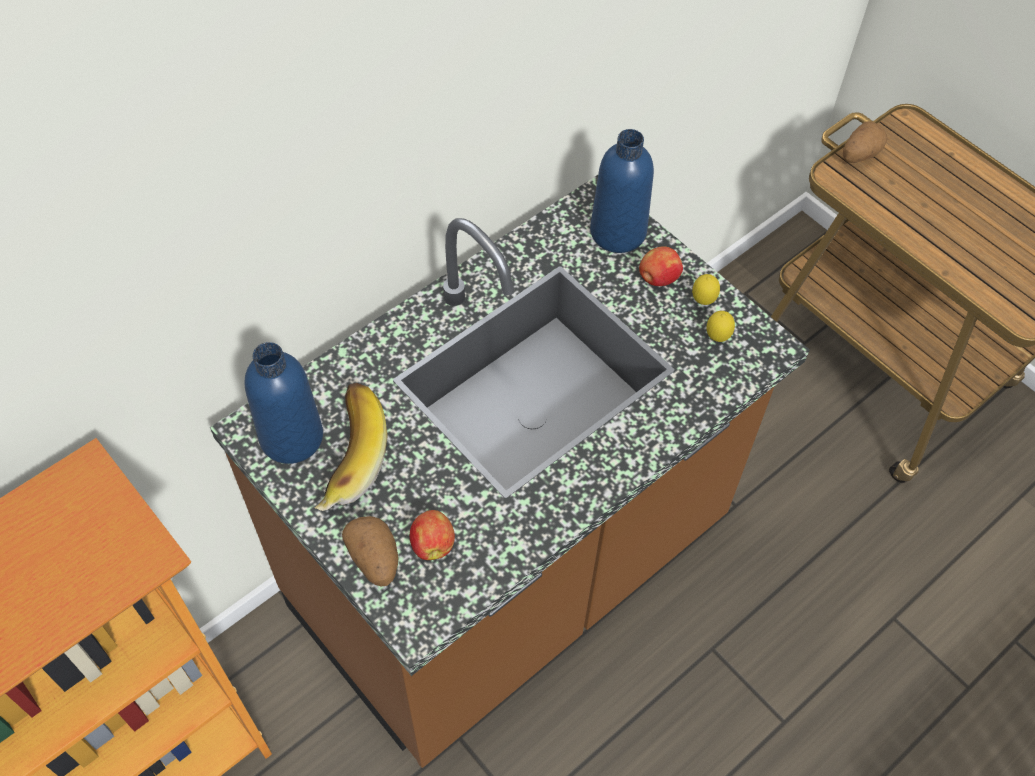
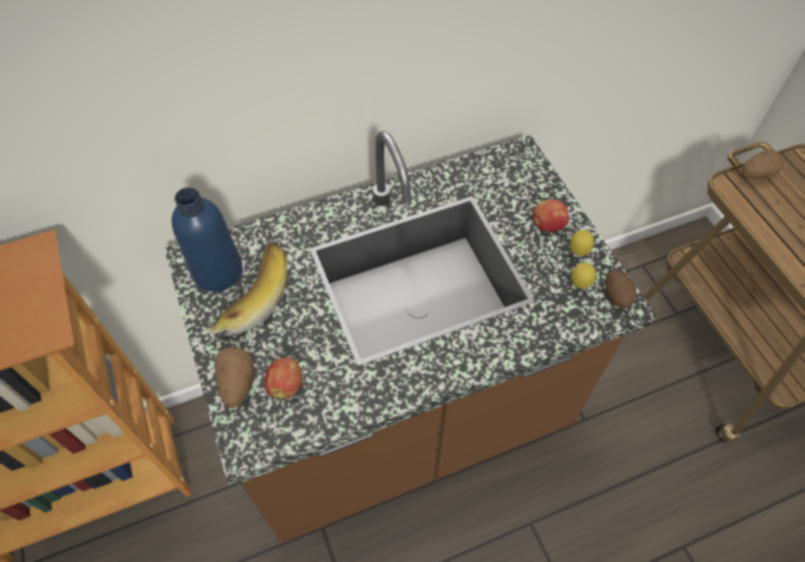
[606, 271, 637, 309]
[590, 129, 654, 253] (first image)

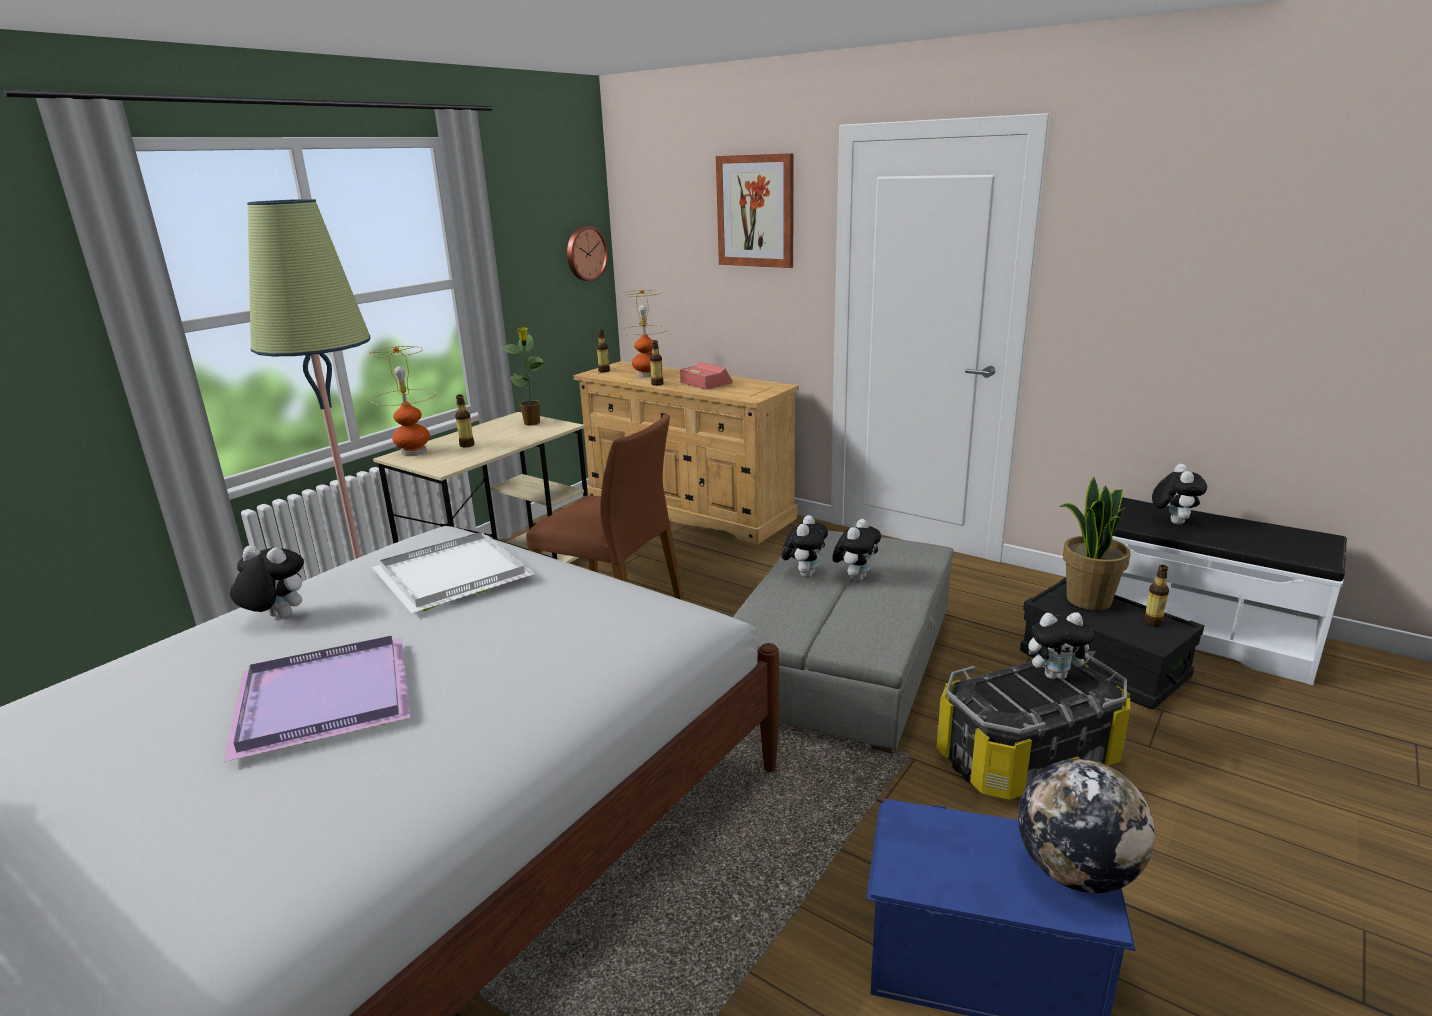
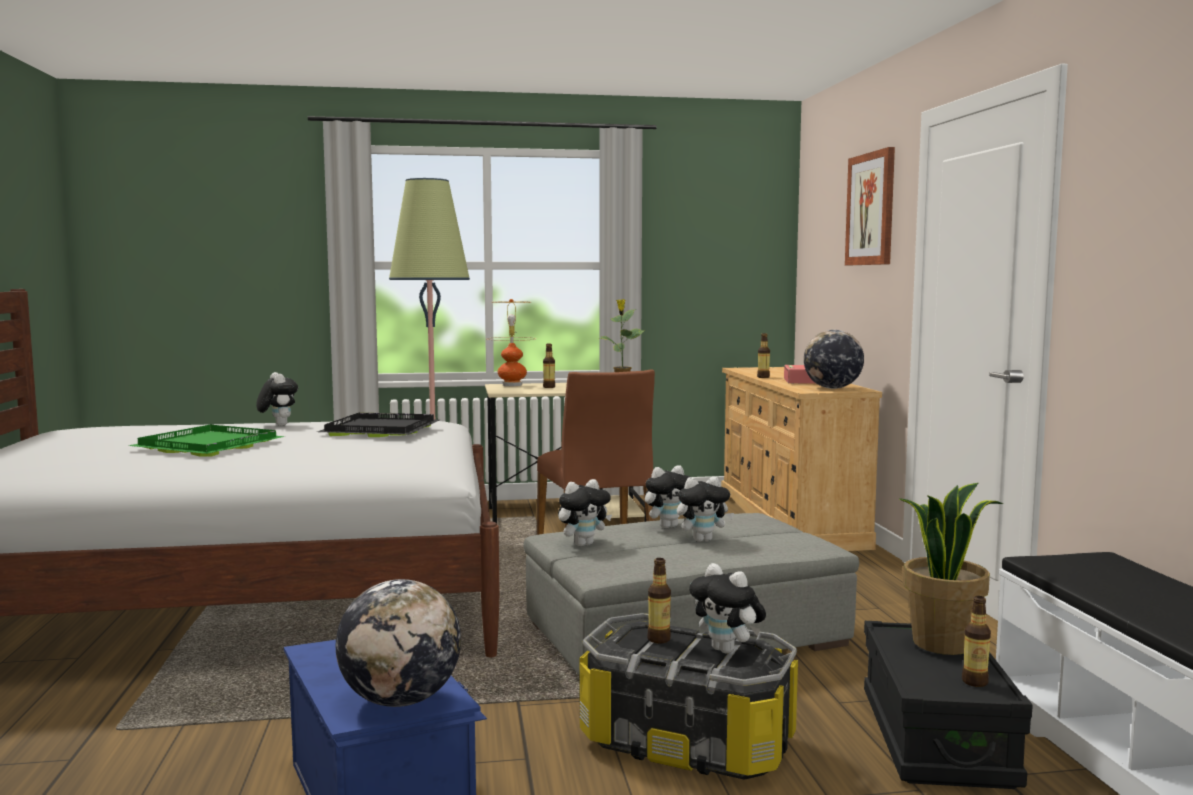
[128, 425, 285, 457]
[318, 413, 439, 437]
[558, 479, 612, 547]
[647, 558, 671, 644]
[804, 330, 864, 389]
[567, 226, 608, 281] (first image)
[620, 290, 669, 378] (first image)

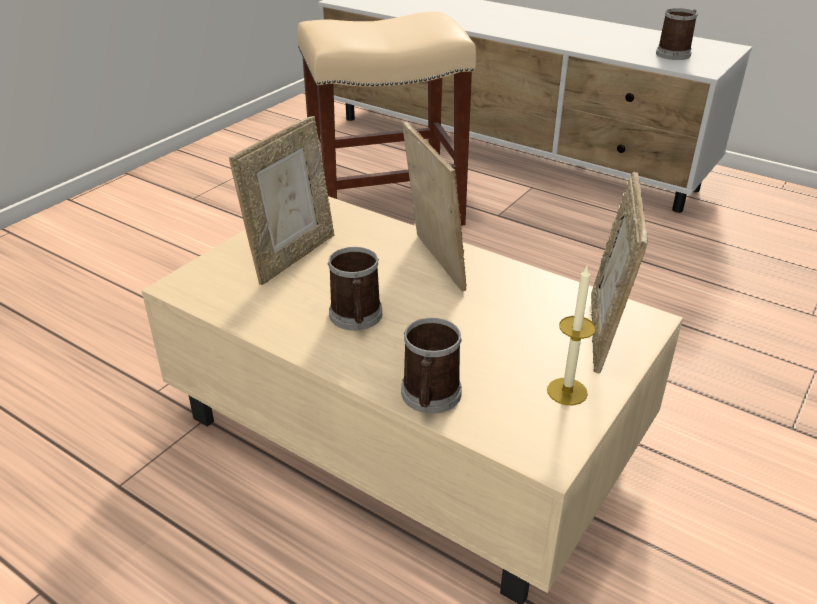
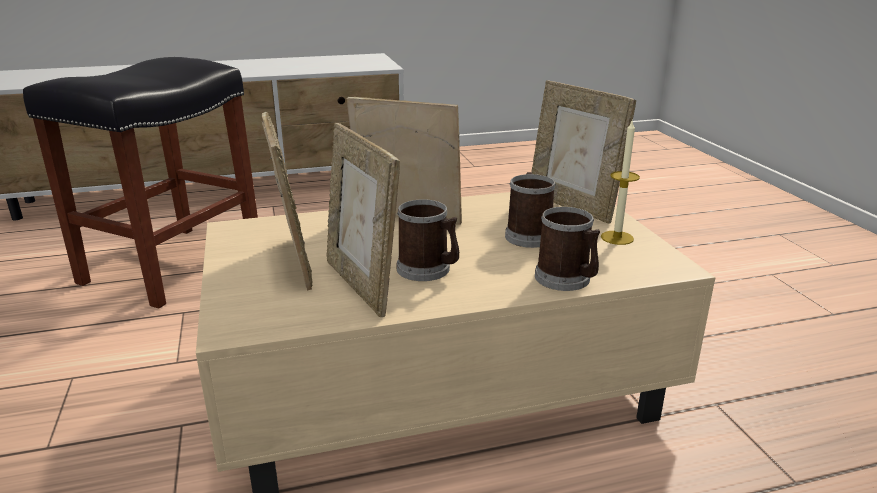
[23, 57, 258, 309]
[327, 123, 400, 317]
[505, 172, 556, 248]

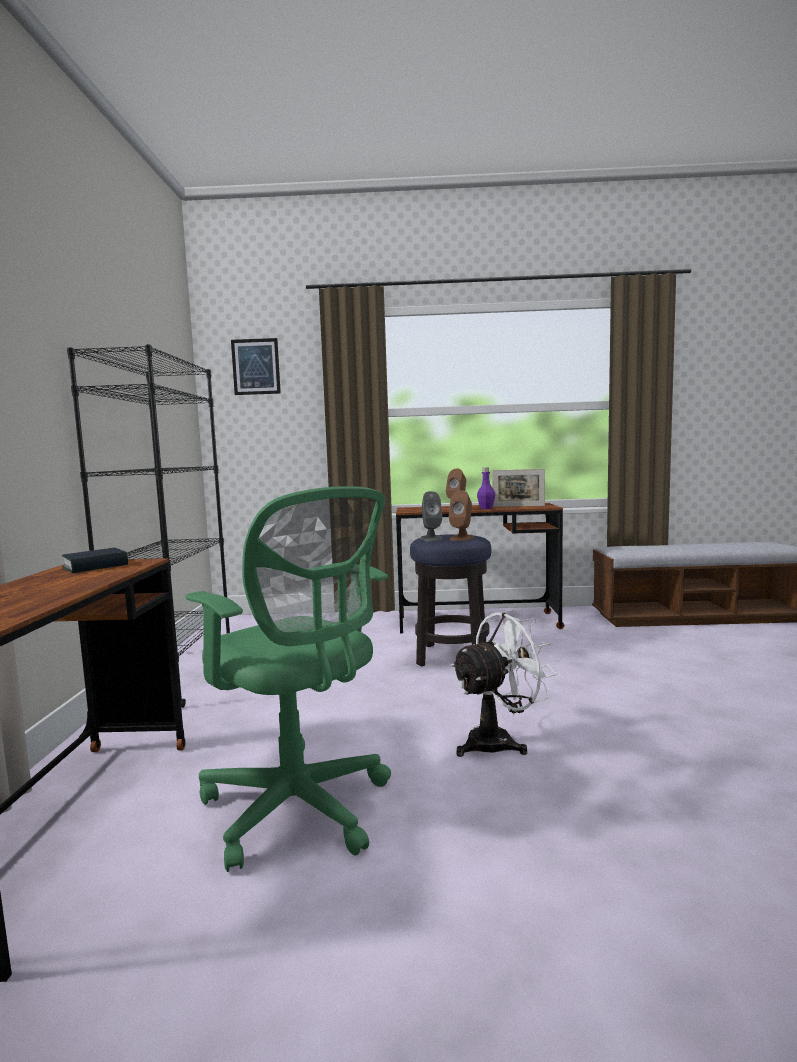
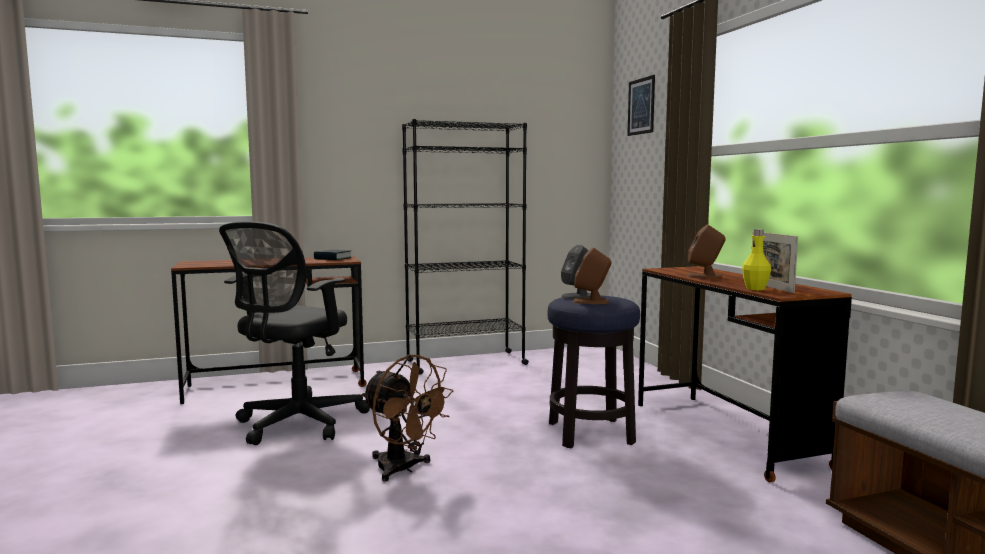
[219, 221, 370, 445]
[362, 354, 454, 481]
[742, 229, 771, 290]
[477, 468, 495, 509] (first image)

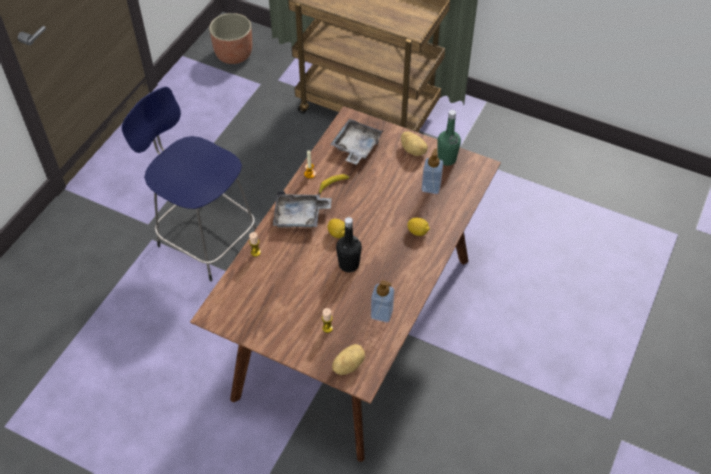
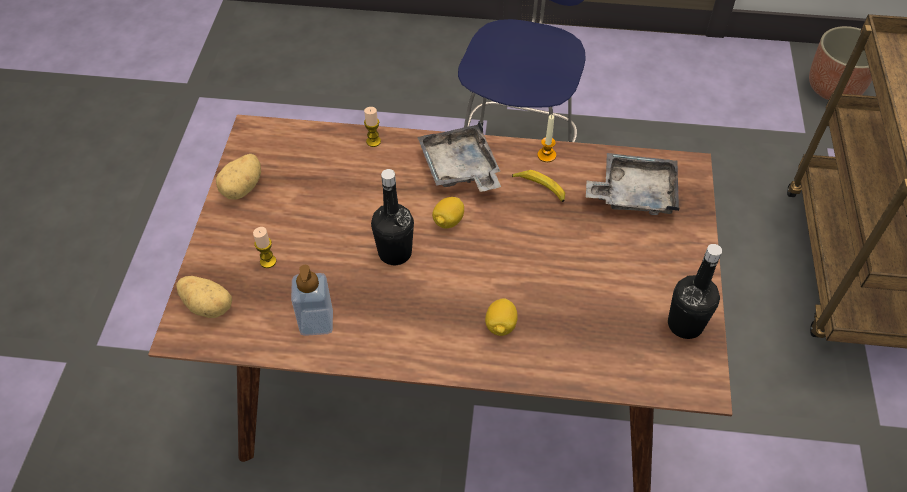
[216, 154, 261, 200]
[668, 244, 722, 339]
[422, 148, 443, 194] (first image)

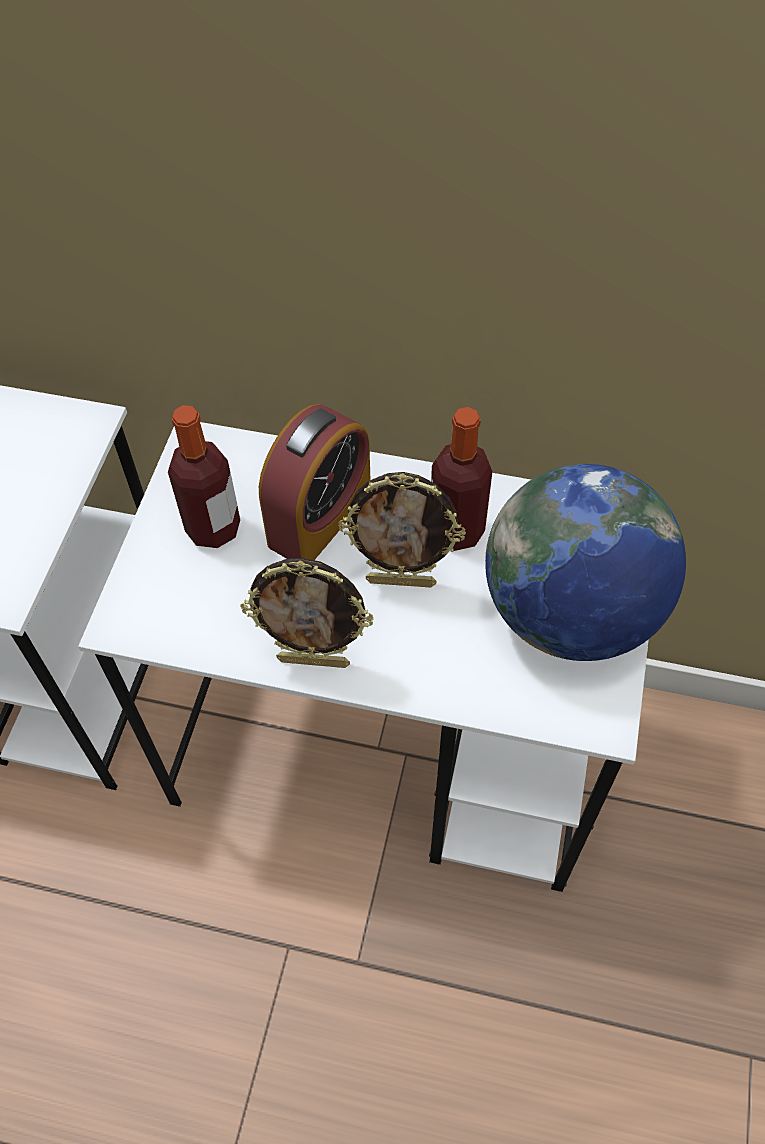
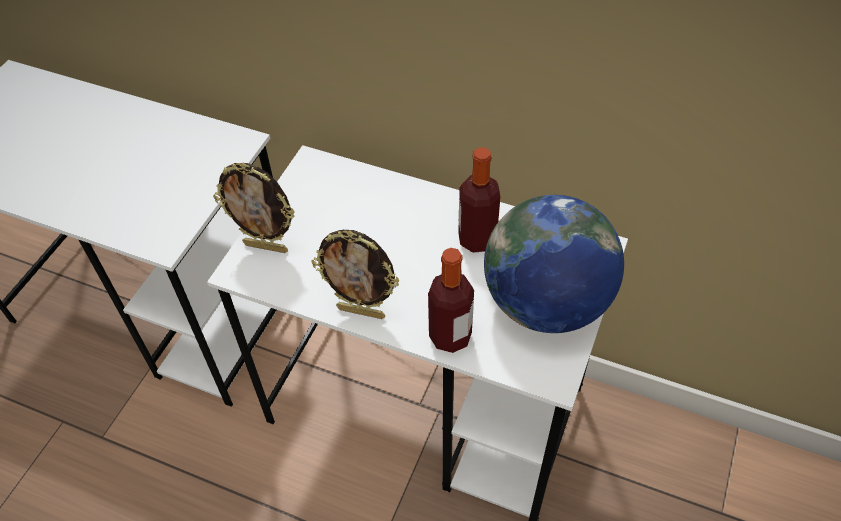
[213, 163, 295, 253]
[428, 248, 474, 353]
[259, 404, 370, 560] (first image)

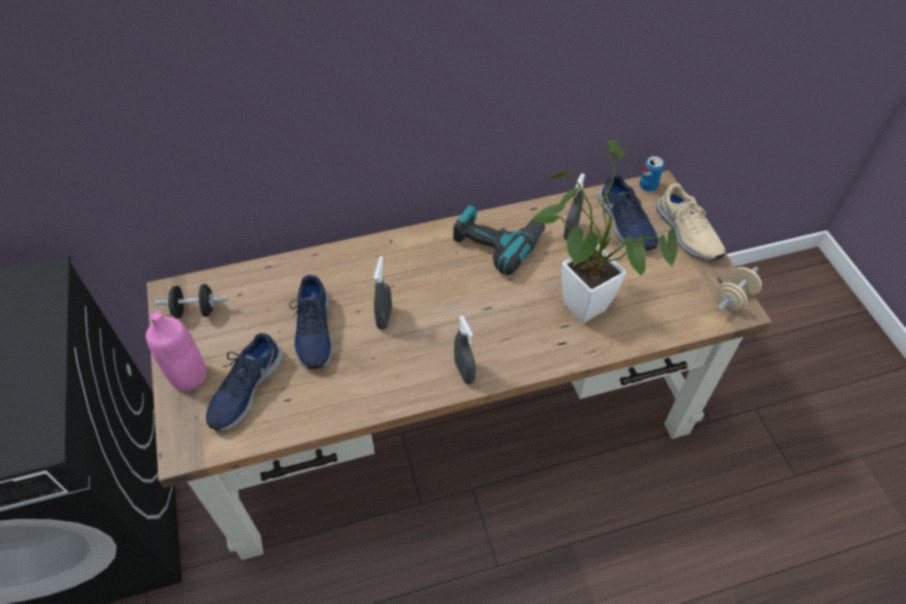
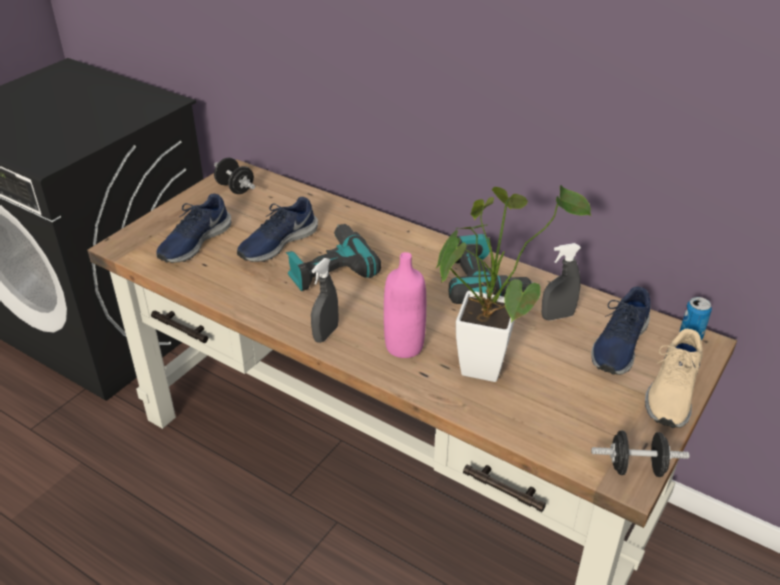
[156, 194, 232, 263]
[286, 224, 381, 291]
[384, 252, 426, 358]
[591, 430, 690, 477]

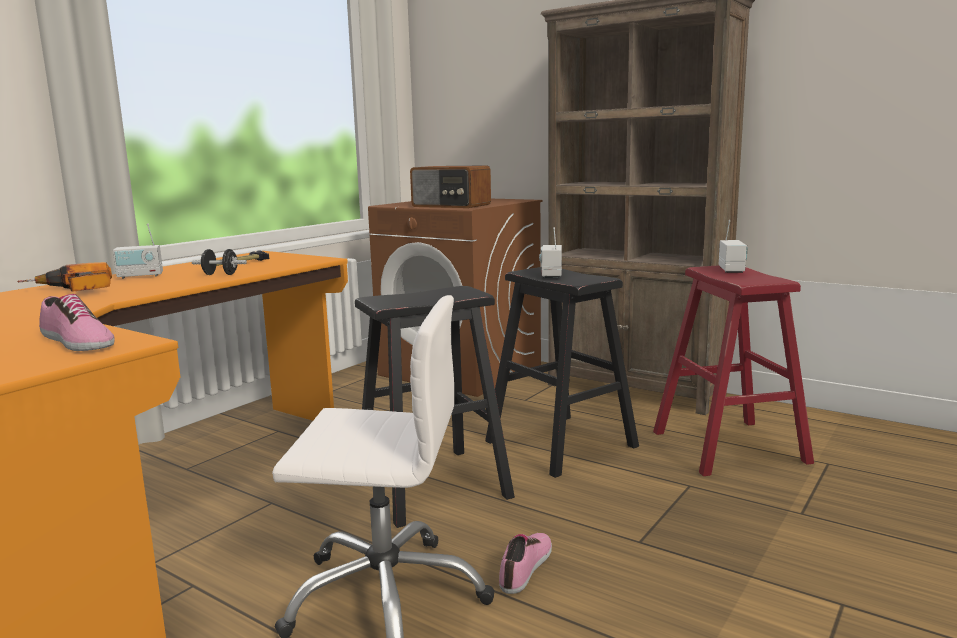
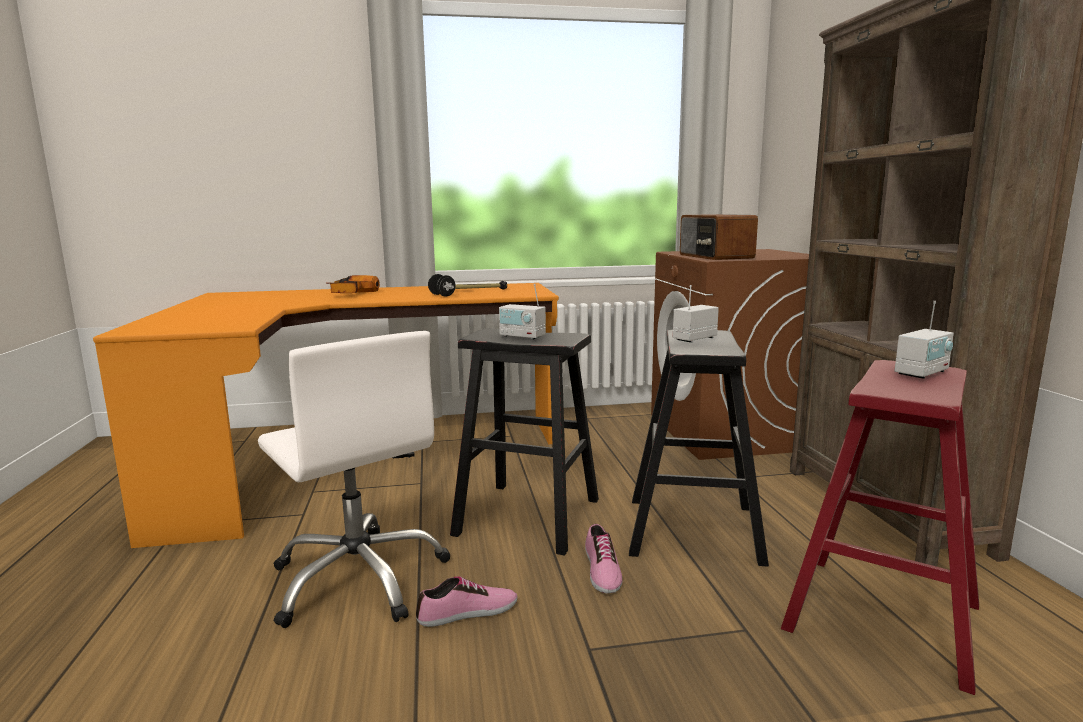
[499, 284, 546, 340]
[585, 524, 622, 594]

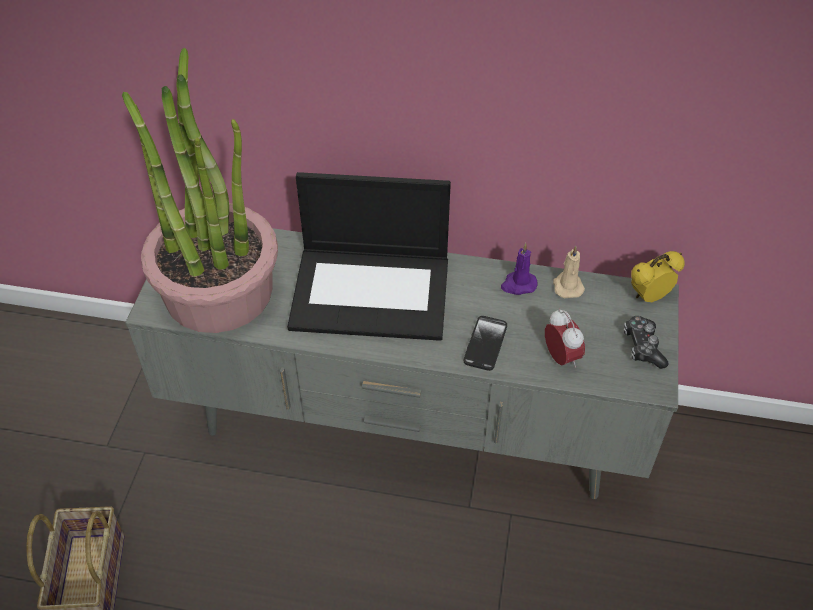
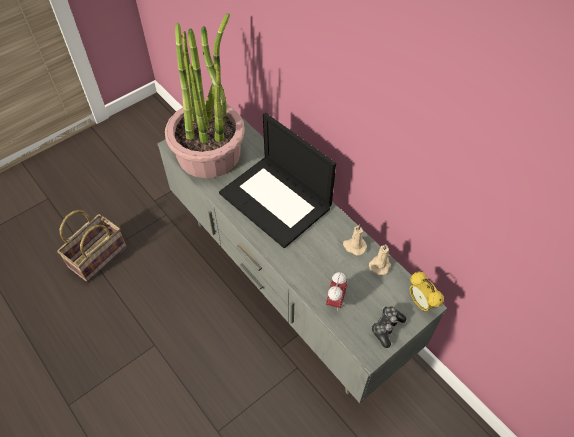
[343, 224, 367, 256]
[410, 272, 444, 311]
[464, 316, 507, 371] (first image)

